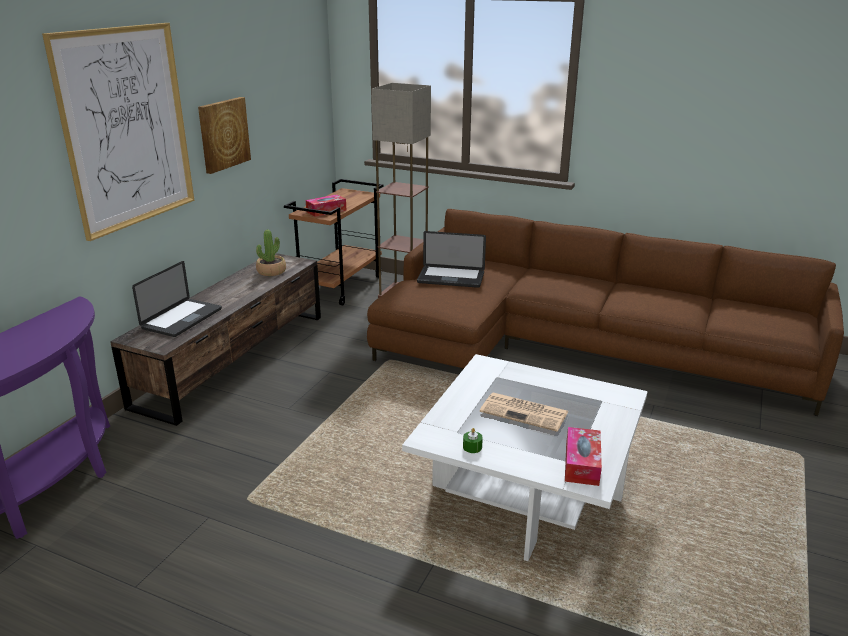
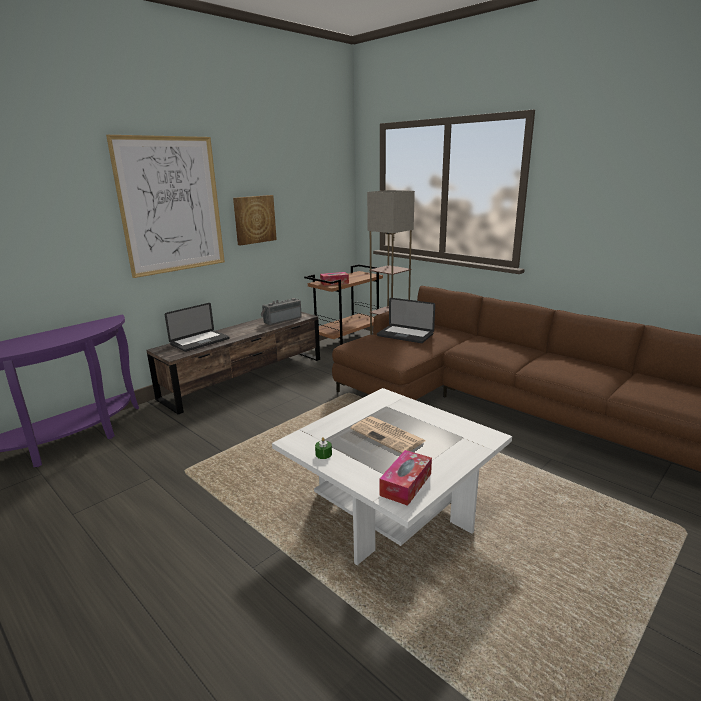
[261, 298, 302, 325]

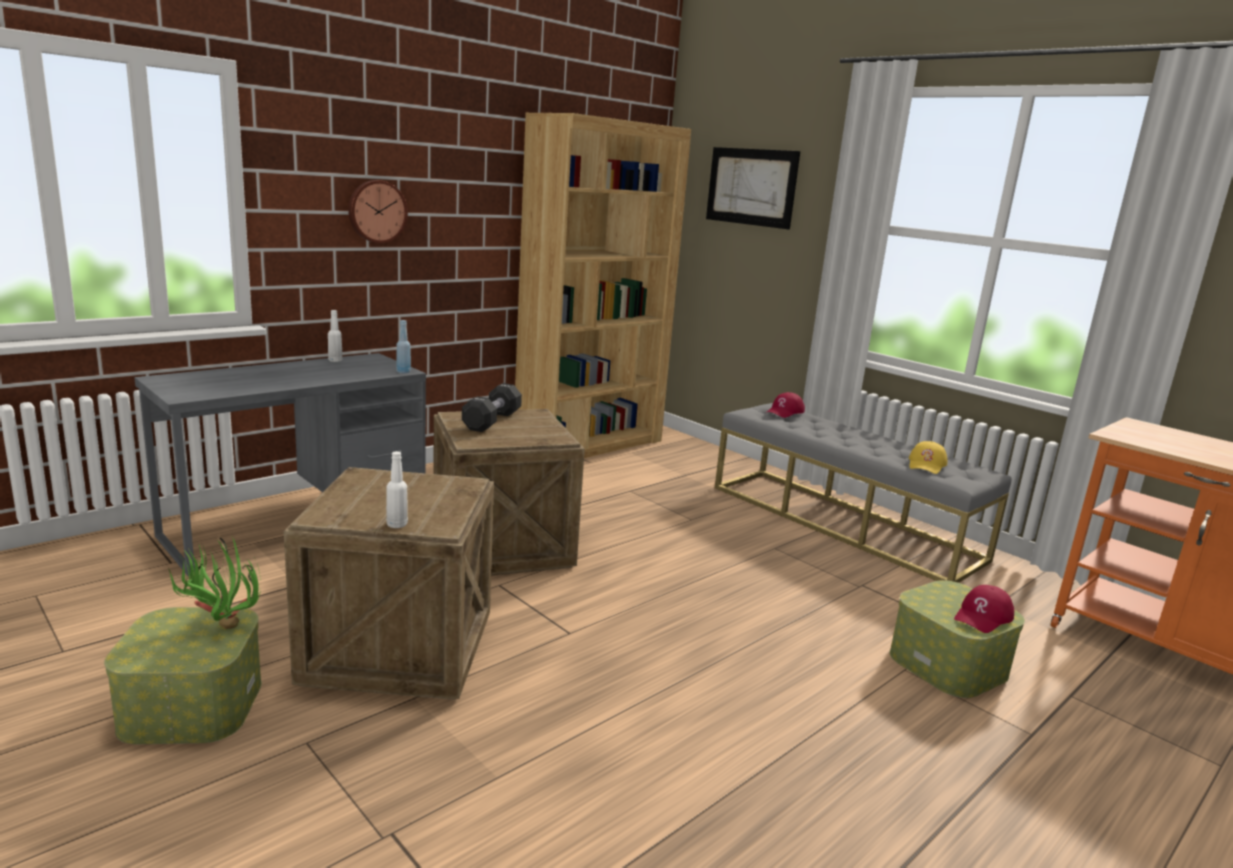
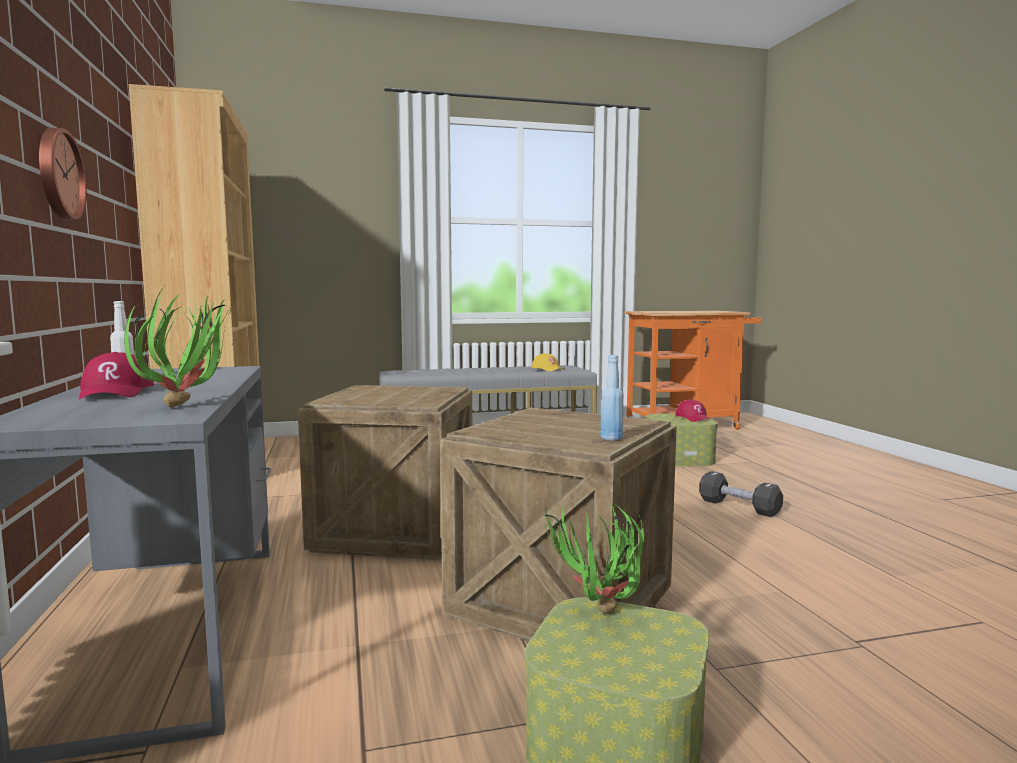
[79, 352, 154, 399]
[124, 287, 228, 408]
[600, 355, 624, 441]
[699, 471, 783, 517]
[386, 451, 408, 528] (first image)
[706, 147, 800, 230] (first image)

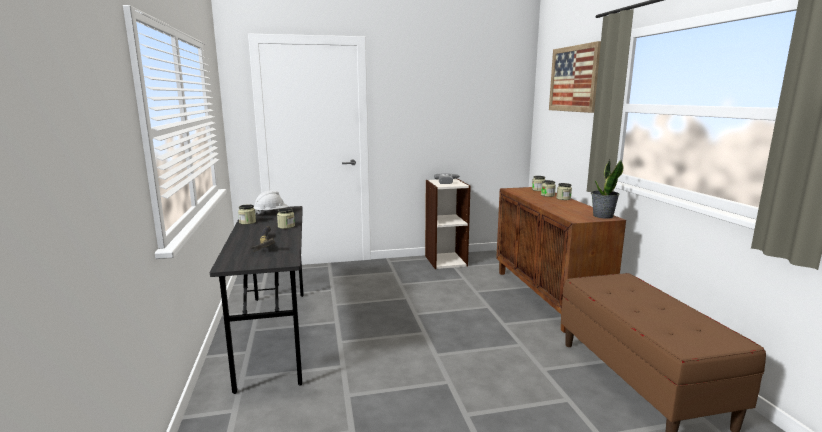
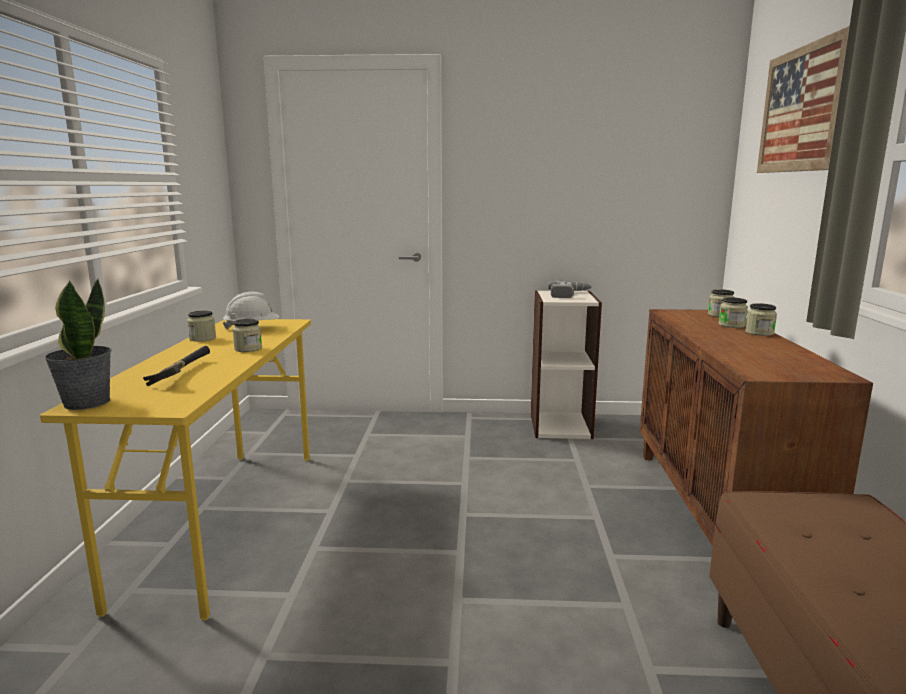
[40, 319, 311, 621]
[45, 278, 112, 410]

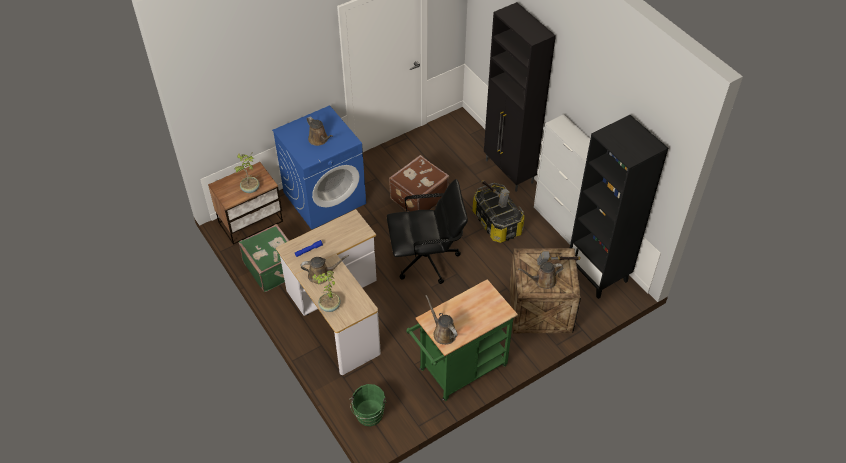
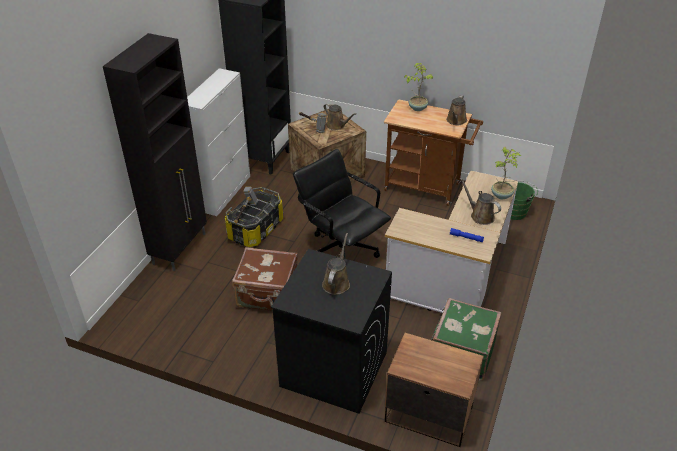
[271, 249, 392, 414]
[384, 99, 483, 206]
[404, 63, 433, 111]

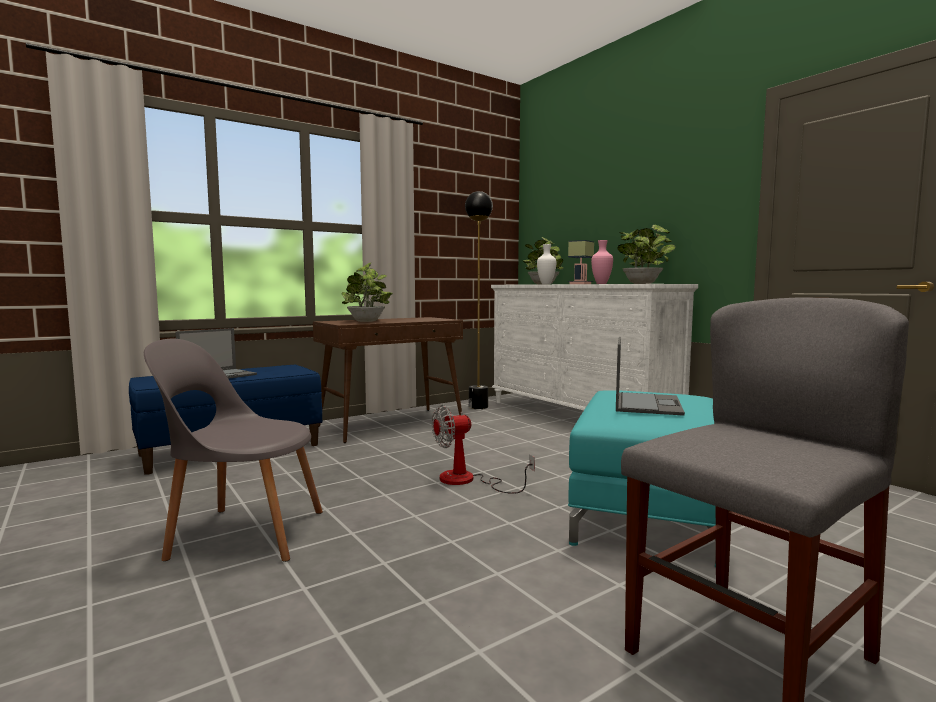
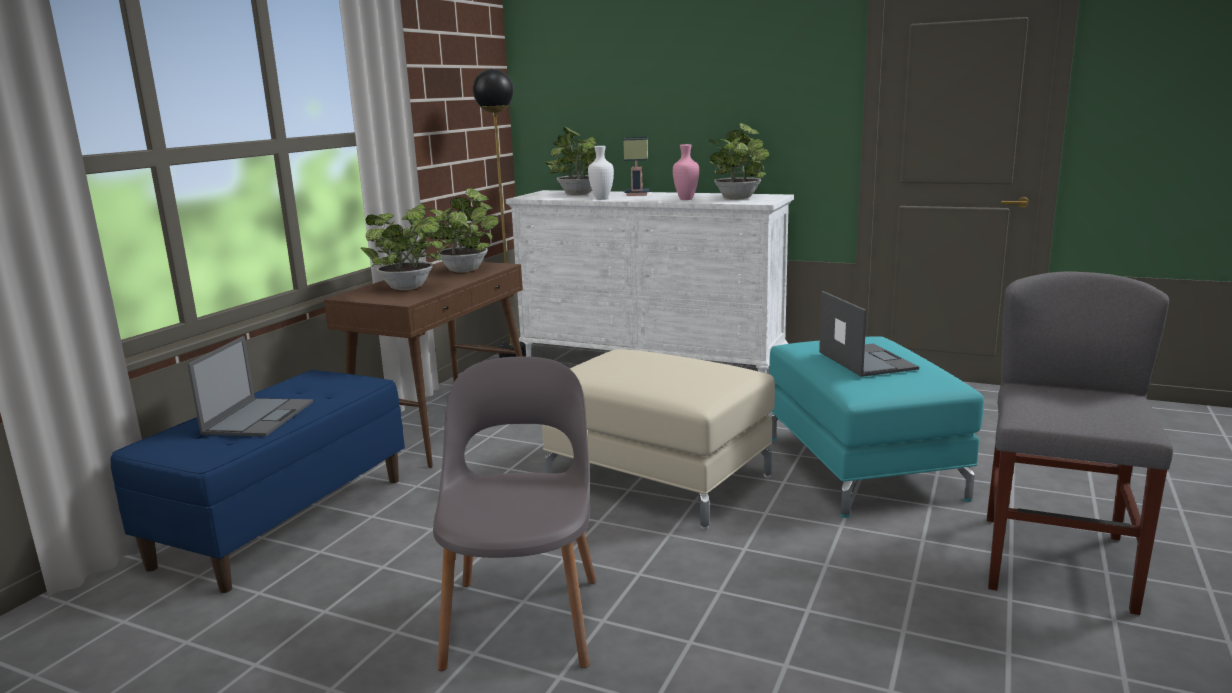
[428, 188, 499, 273]
[433, 356, 596, 671]
[542, 349, 775, 530]

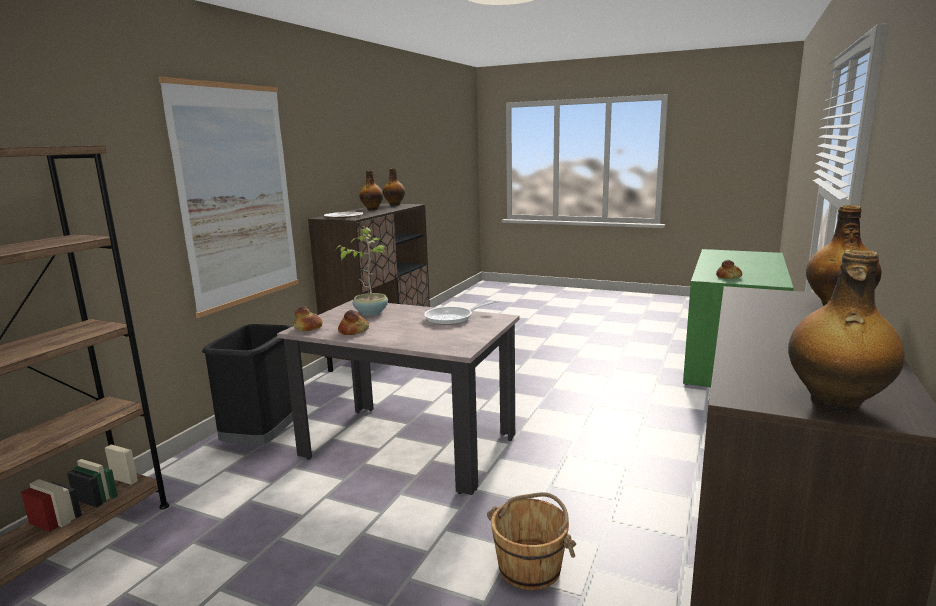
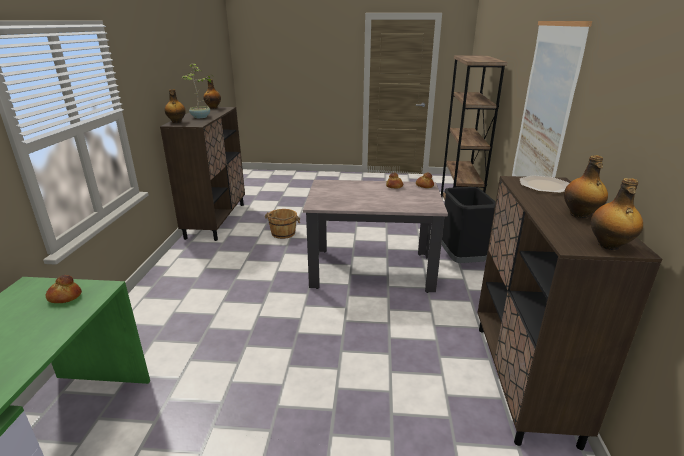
[182, 63, 213, 118]
[424, 300, 499, 325] (first image)

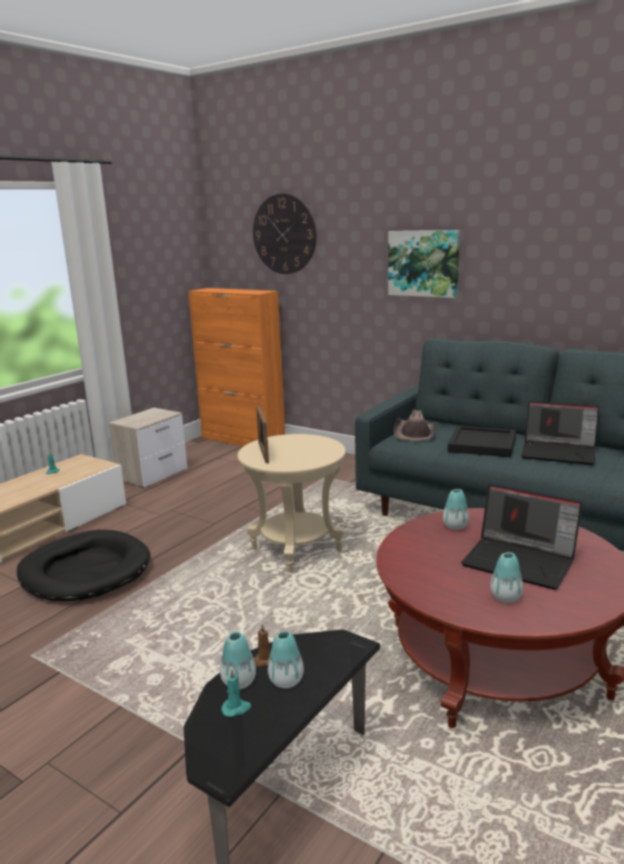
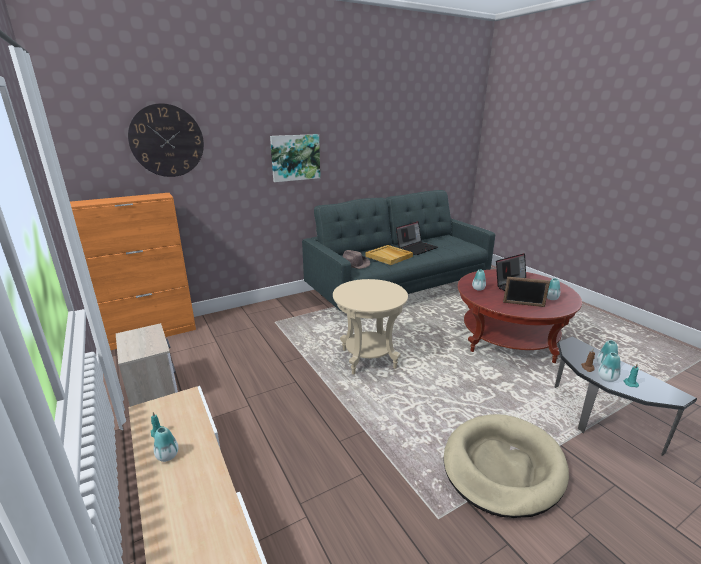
[154, 427, 178, 462]
[365, 245, 413, 265]
[443, 414, 569, 518]
[503, 277, 550, 307]
[17, 530, 150, 601] (first image)

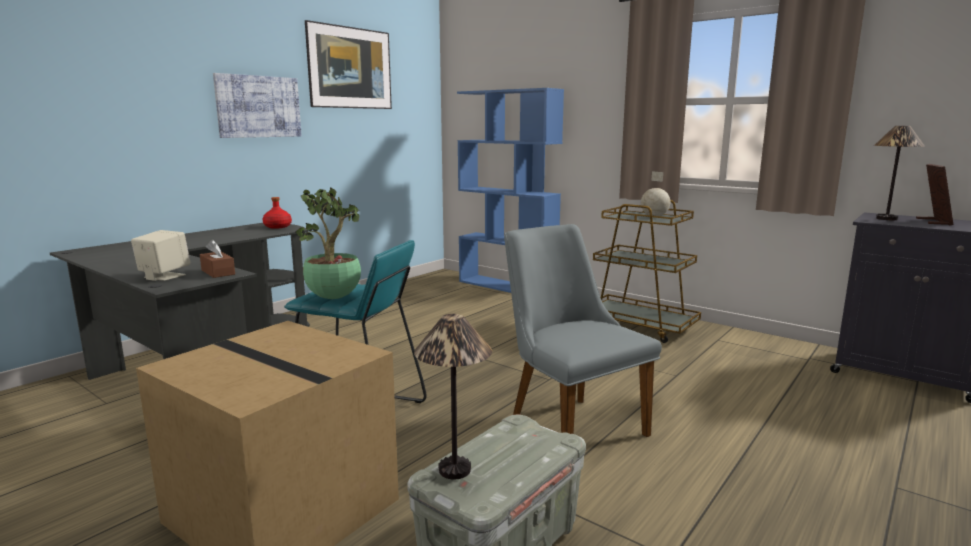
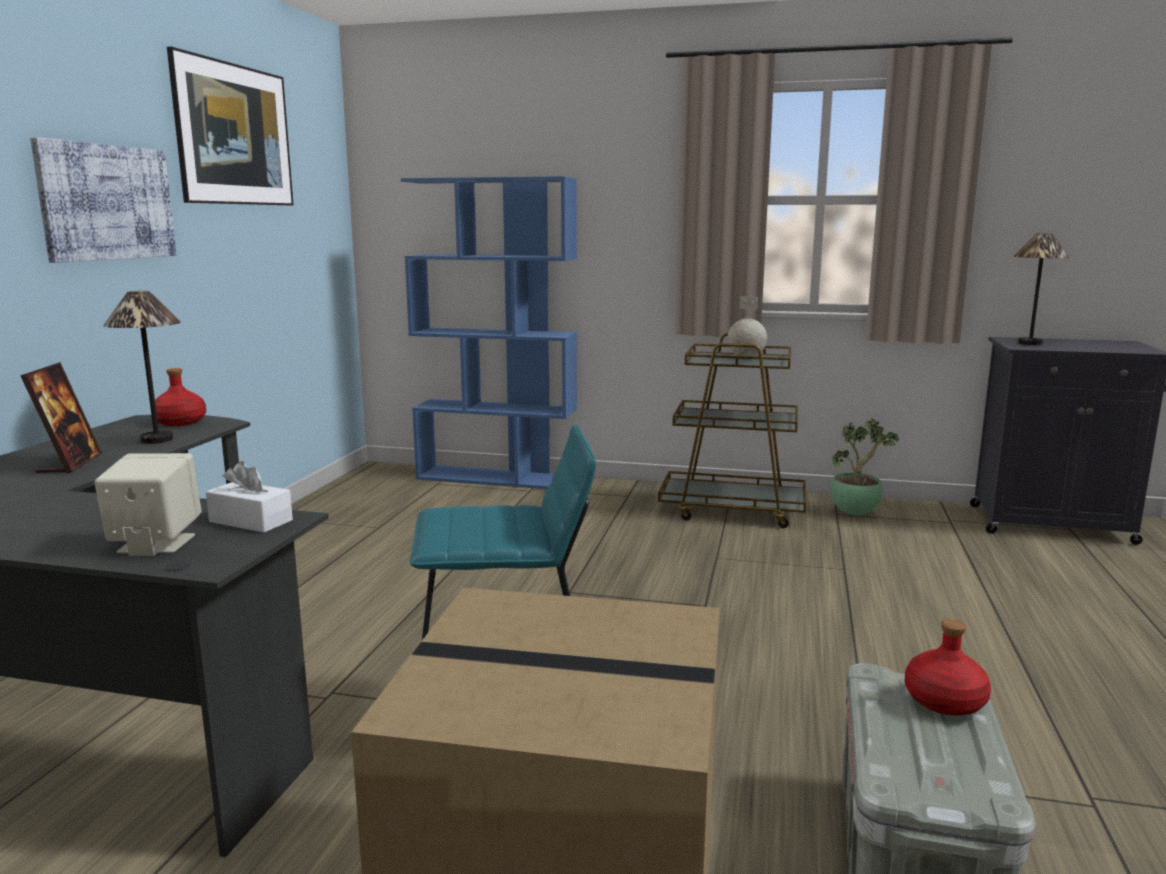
[20, 362, 102, 474]
[103, 291, 181, 444]
[206, 461, 293, 533]
[831, 419, 899, 515]
[905, 619, 991, 716]
[504, 224, 662, 437] (first image)

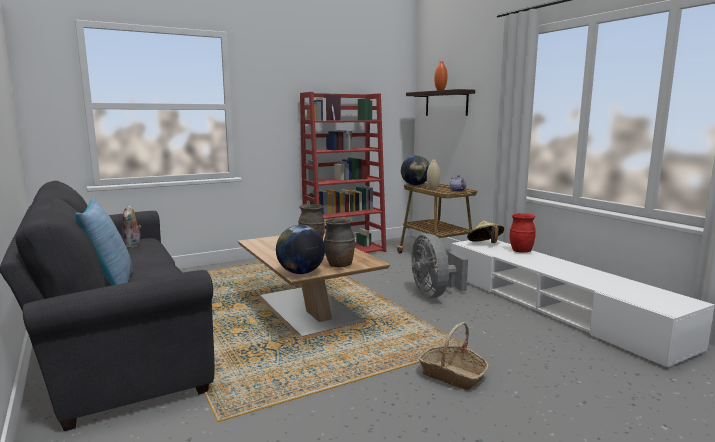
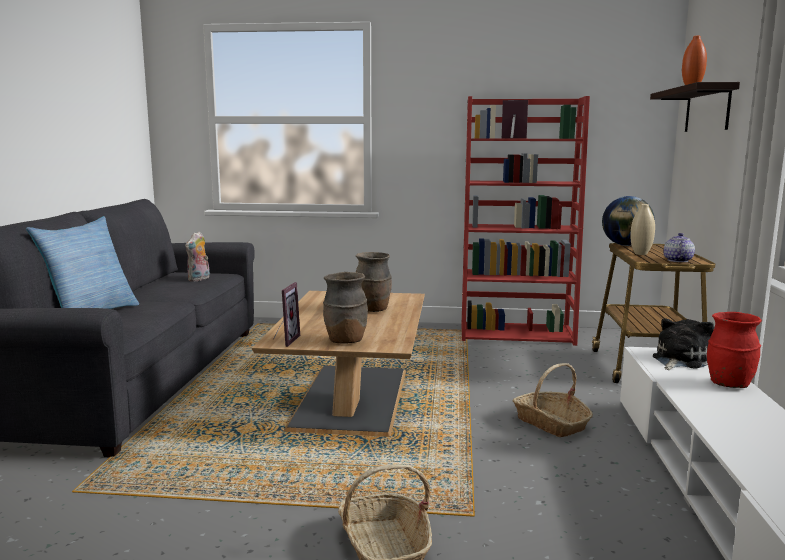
[273, 282, 300, 347]
[512, 363, 593, 437]
[653, 318, 715, 370]

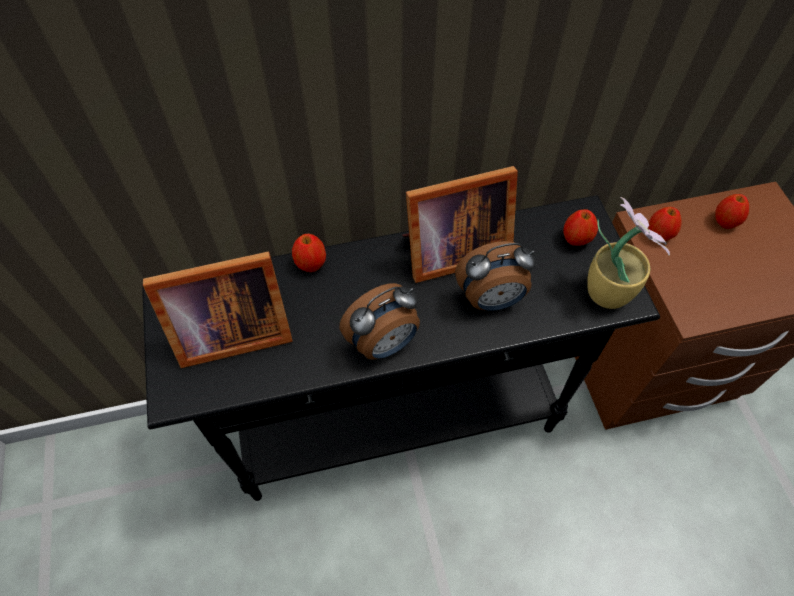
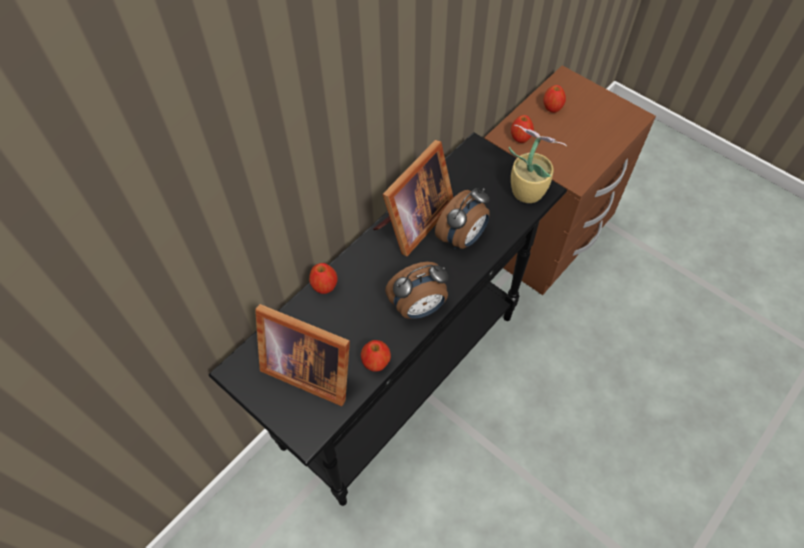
[255, 304, 350, 406]
[361, 340, 391, 372]
[385, 262, 448, 319]

